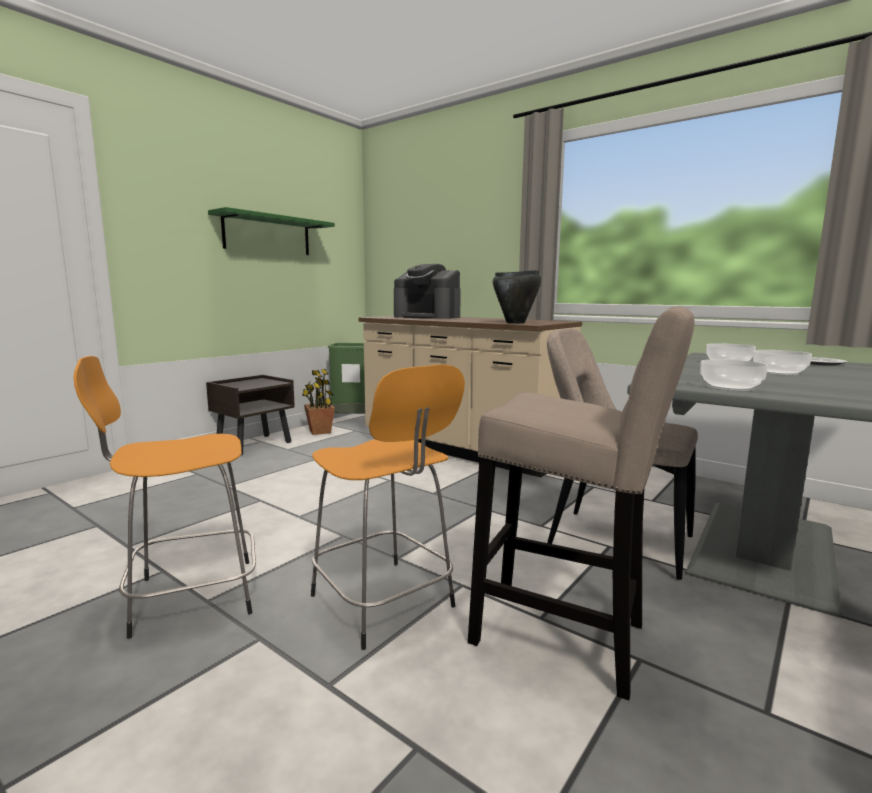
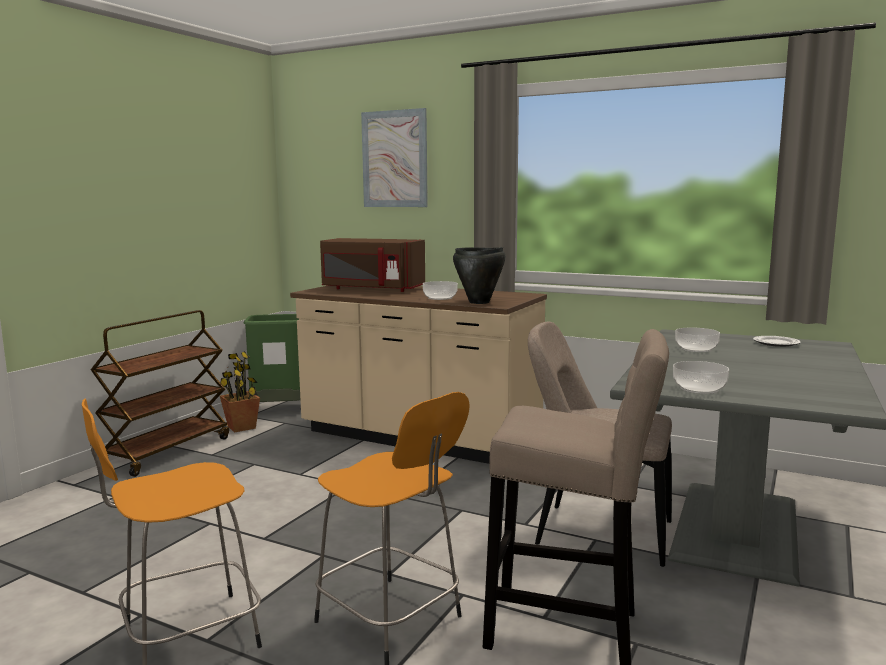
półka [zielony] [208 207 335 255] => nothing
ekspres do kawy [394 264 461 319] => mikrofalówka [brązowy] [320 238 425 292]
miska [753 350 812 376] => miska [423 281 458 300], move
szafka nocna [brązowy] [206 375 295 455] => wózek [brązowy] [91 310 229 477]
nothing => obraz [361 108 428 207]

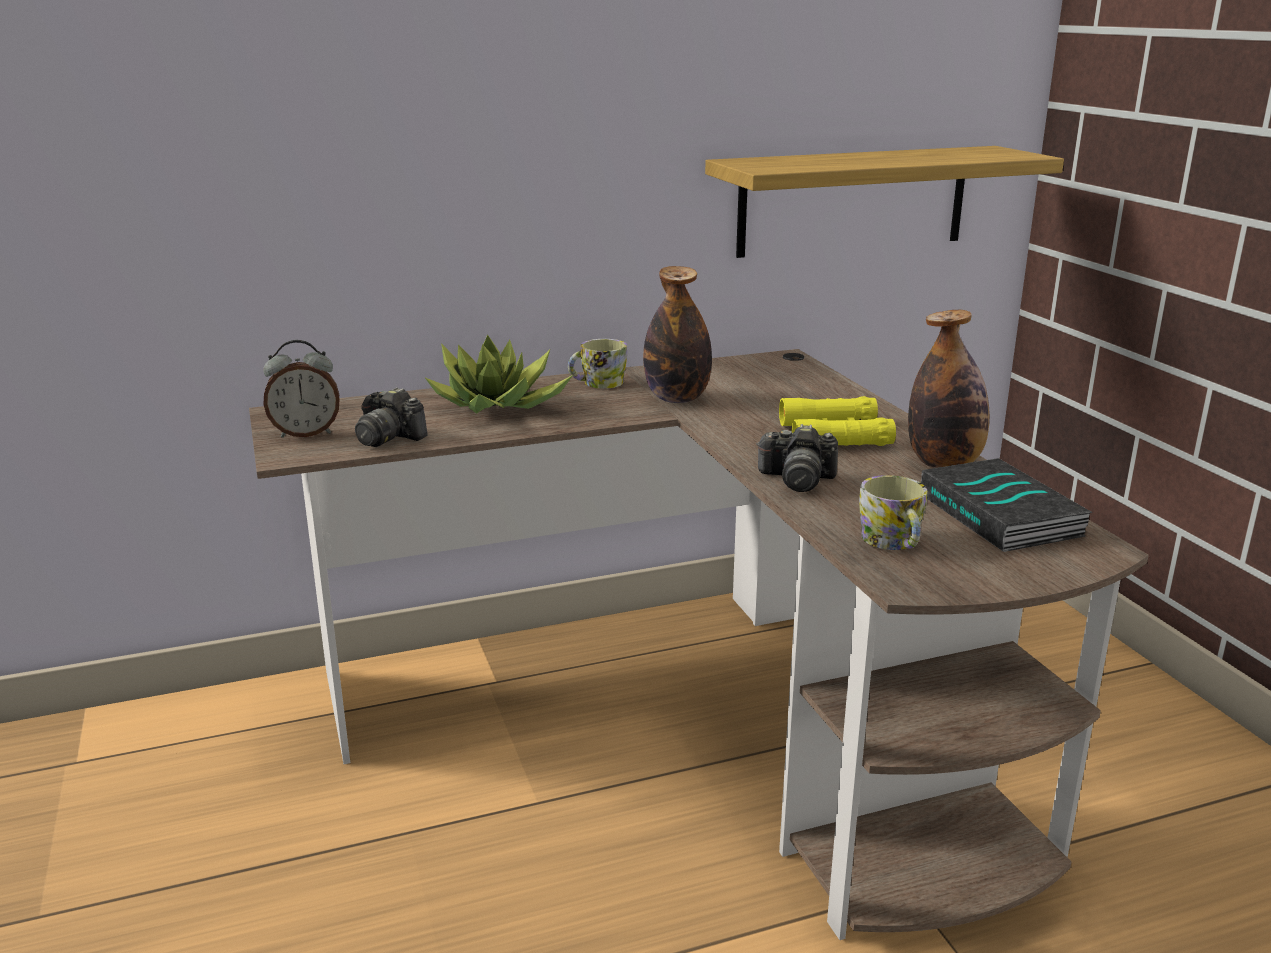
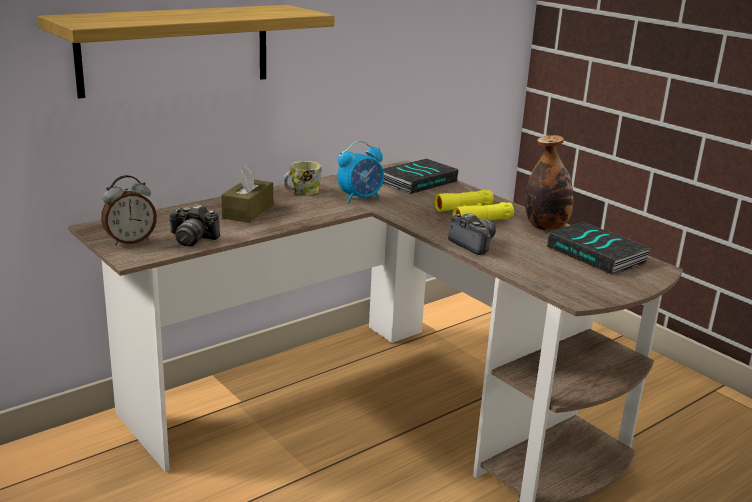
półka [705 146 1064 258] => półka [38 5 335 98], move
butelka [643 266 712 403] => budzik [337 141 384 203]
roślina doniczkowa [425 335 574 414] => pudełko chusteczek [brązowy] [221 165 273 223]
aparat fotograficzny [756 424 838 492] => aparat fotograficzny [448 213 496 255], 120 degrees counterclockwise
kubek [859 475 927 550] => nothing
nothing => książka [383 158 458 194]

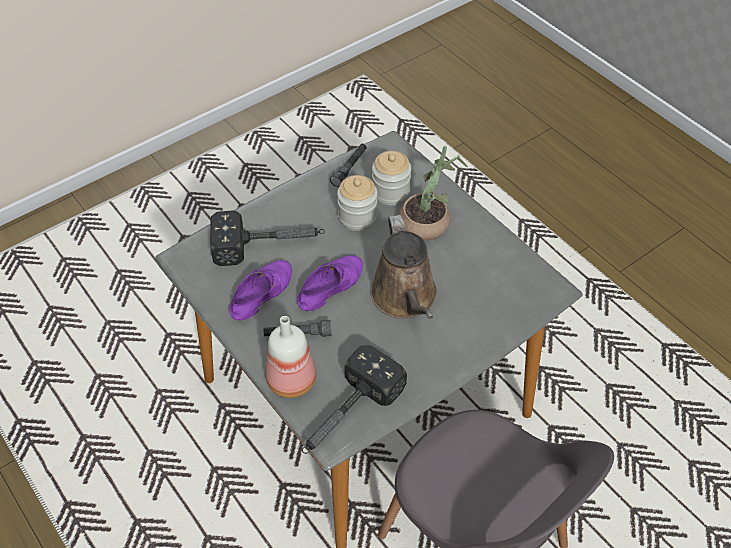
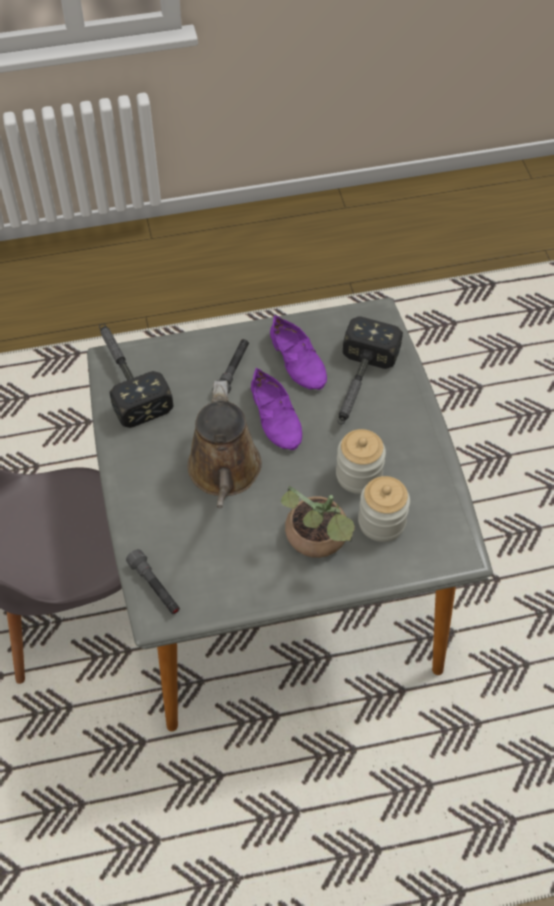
latarka [szary] [330 144 367 187] => latarka [szary] [126 549 180 614], move
konewka [brązowy] [371 215 437 319] => konewka [brązowy] [188 380 262 508], 105 degrees counterclockwise
butelka [265 316 316 398] => nothing

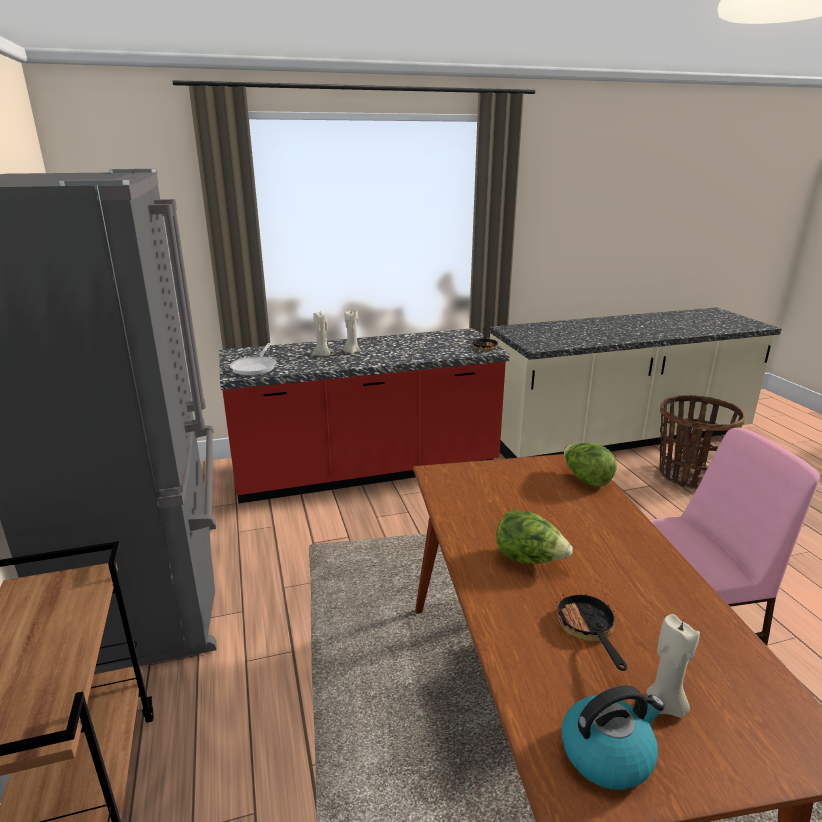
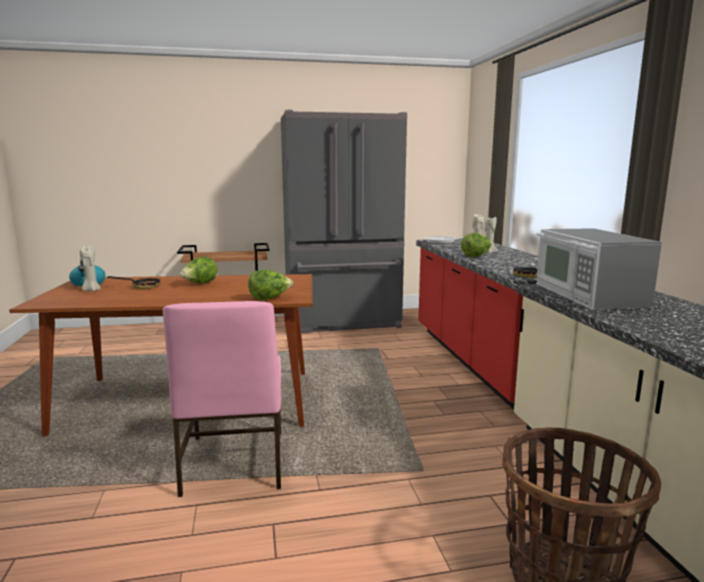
nothing => mikrofalówka [536 228 662 310]
nothing => sałata [461 233 492 257]

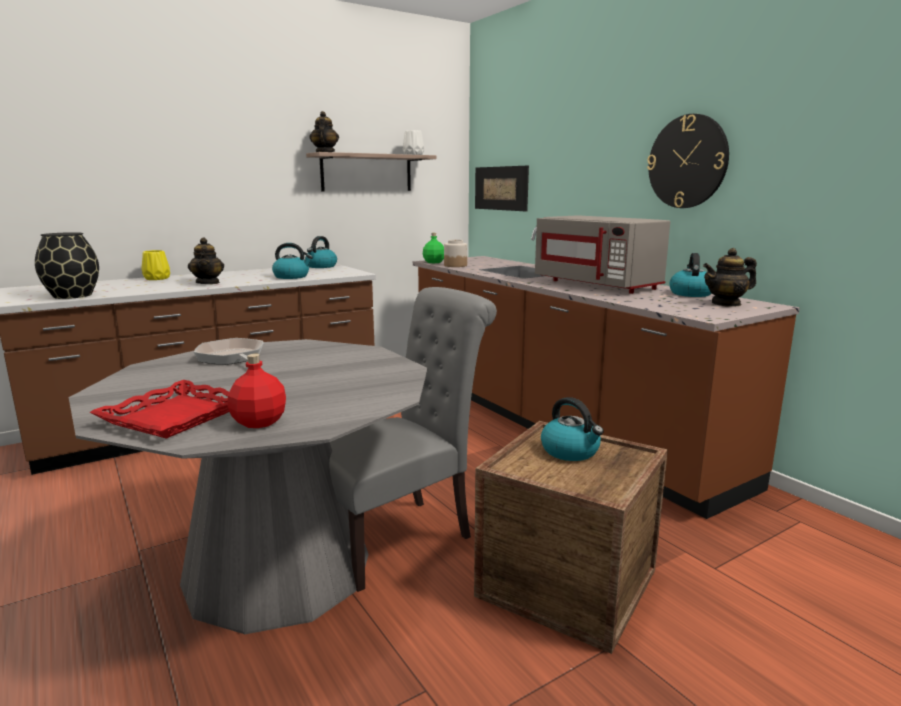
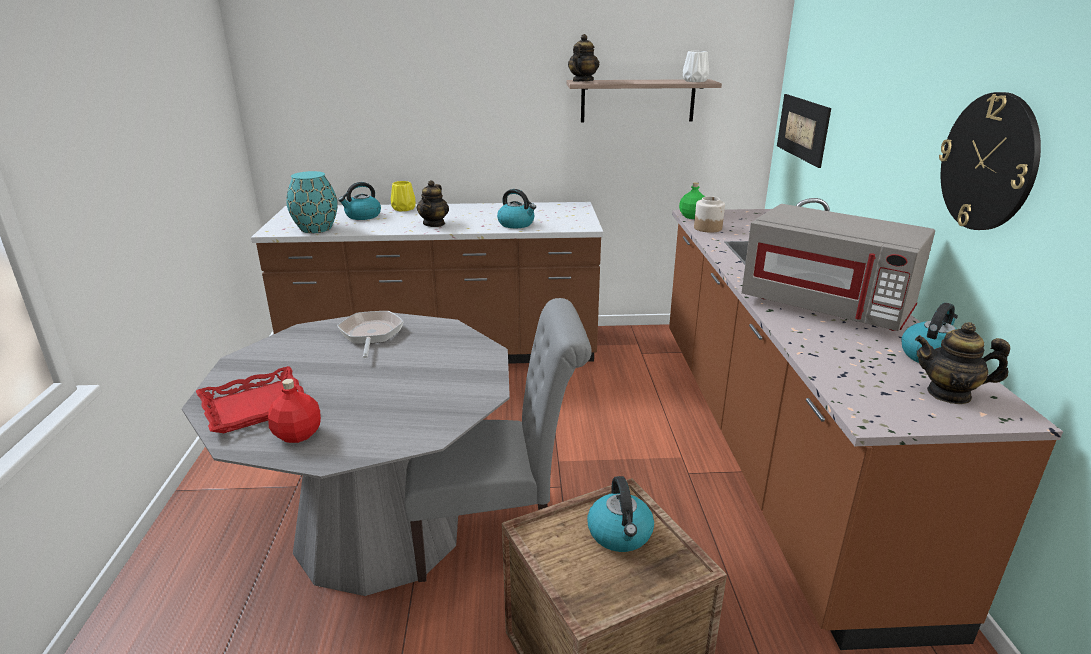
mikrofalówka [szary] [535 215 670 294] => mikrofalówka [szary] [741 204 935 331], 45 degrees counterclockwise
wazon [czarny] [35 232 99 299] => wazon [turkusowy] [286 171 338 233]
czajnik [305 236 337 268] => czajnik [338 182 381 220], move

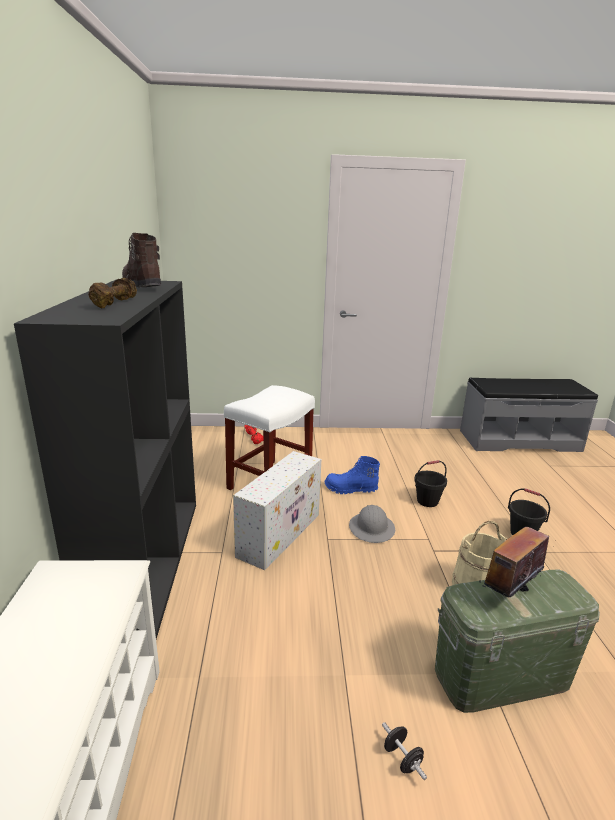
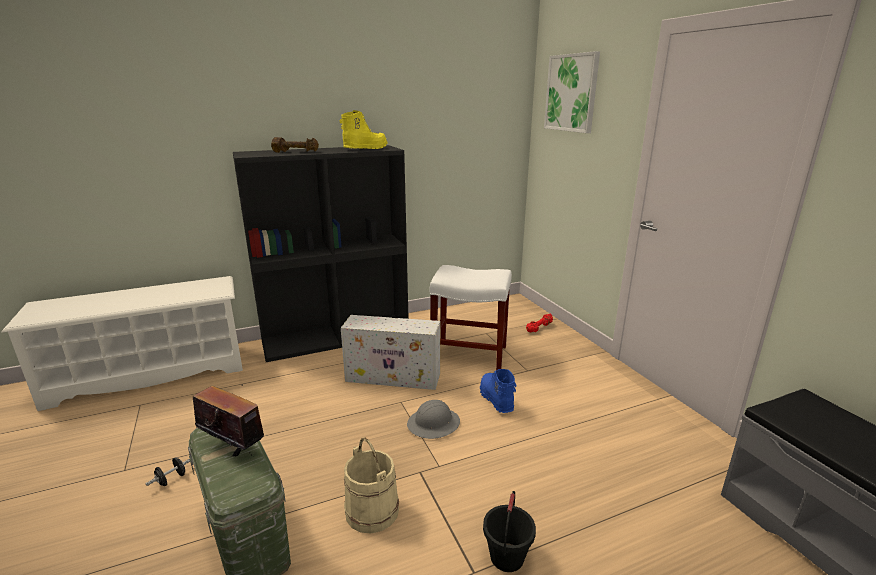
but z cholewką [brązowy] [122 233 161 287] => but z cholewką [żółty] [340 110 387 149]
wiadro [czarny] [414 460 447 507] => nothing
nothing => obraz [544 51 600 133]

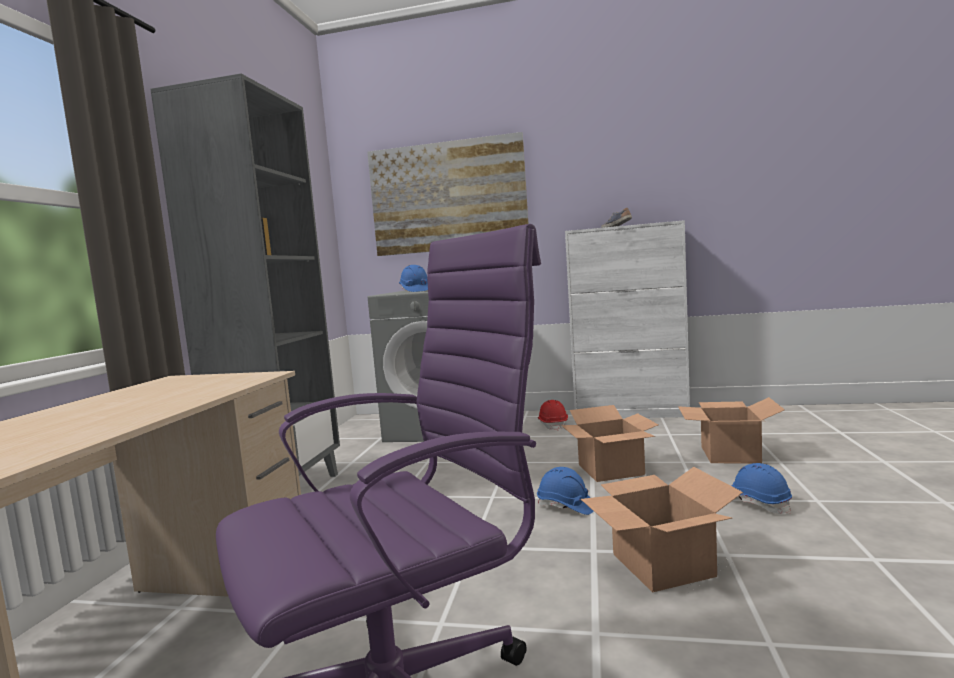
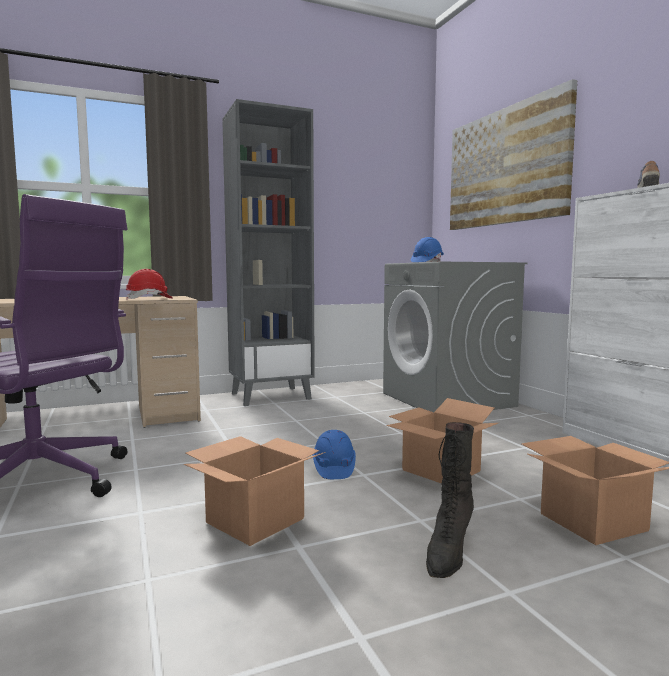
kask [czerwony] [538 400 568 431] => kask [czerwony] [126 269 173 299], move
kask [niebieski] [731 463 792 514] => but z cholewką [czarny] [426 422 474 578]

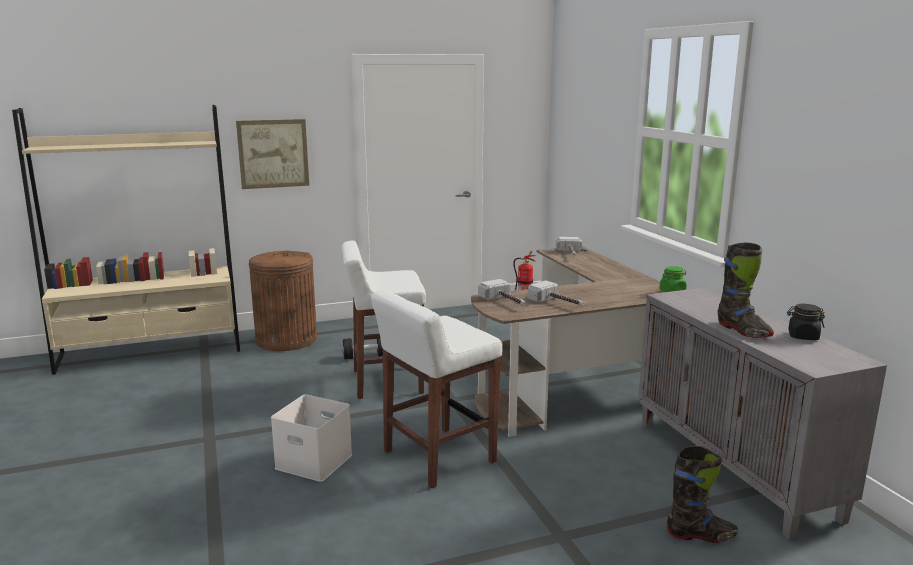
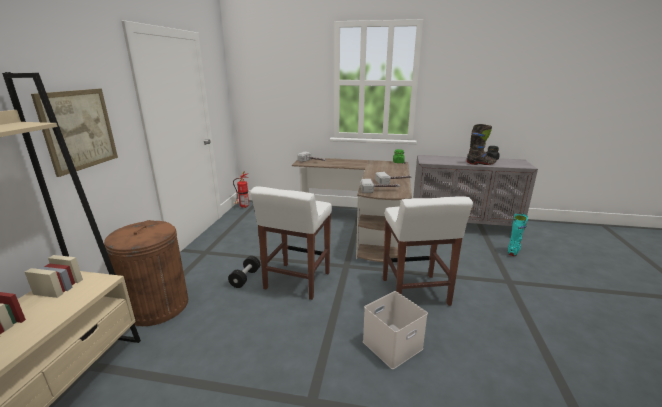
but z cholewką [czarny] [666 446 738 543] => but z cholewką [turkusowy] [508 214 528 256]

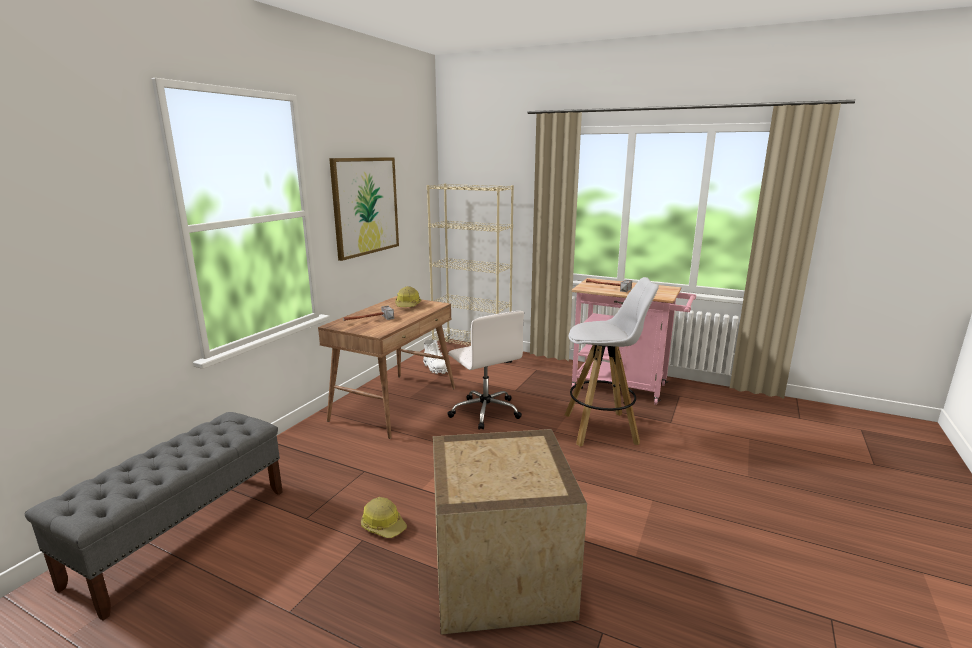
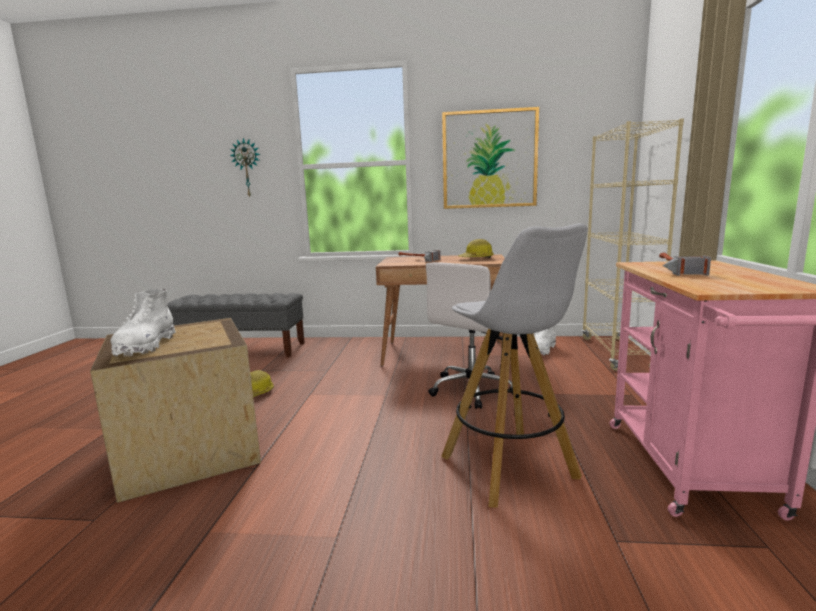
nothing => zegar ścienny [230 138 260 198]
nothing => but z cholewką [biały] [110 289 176 357]

